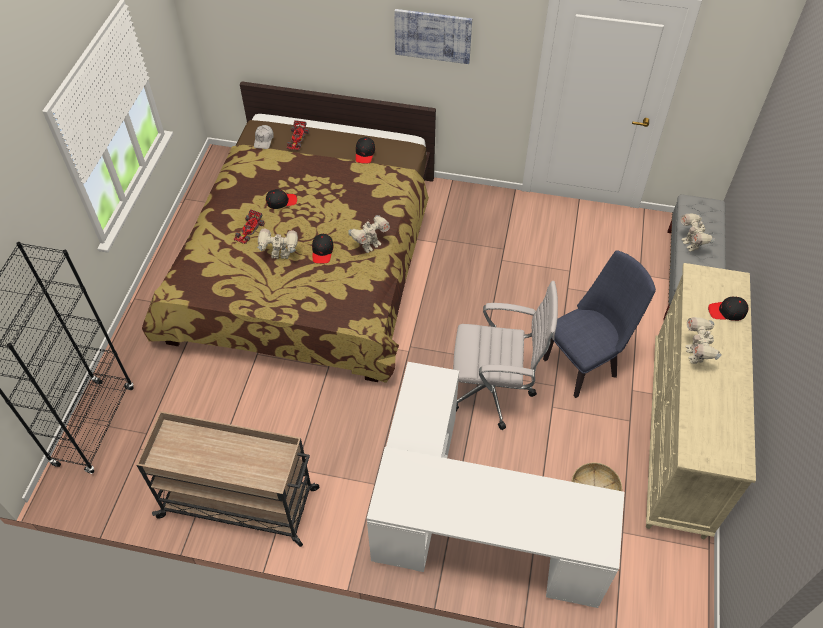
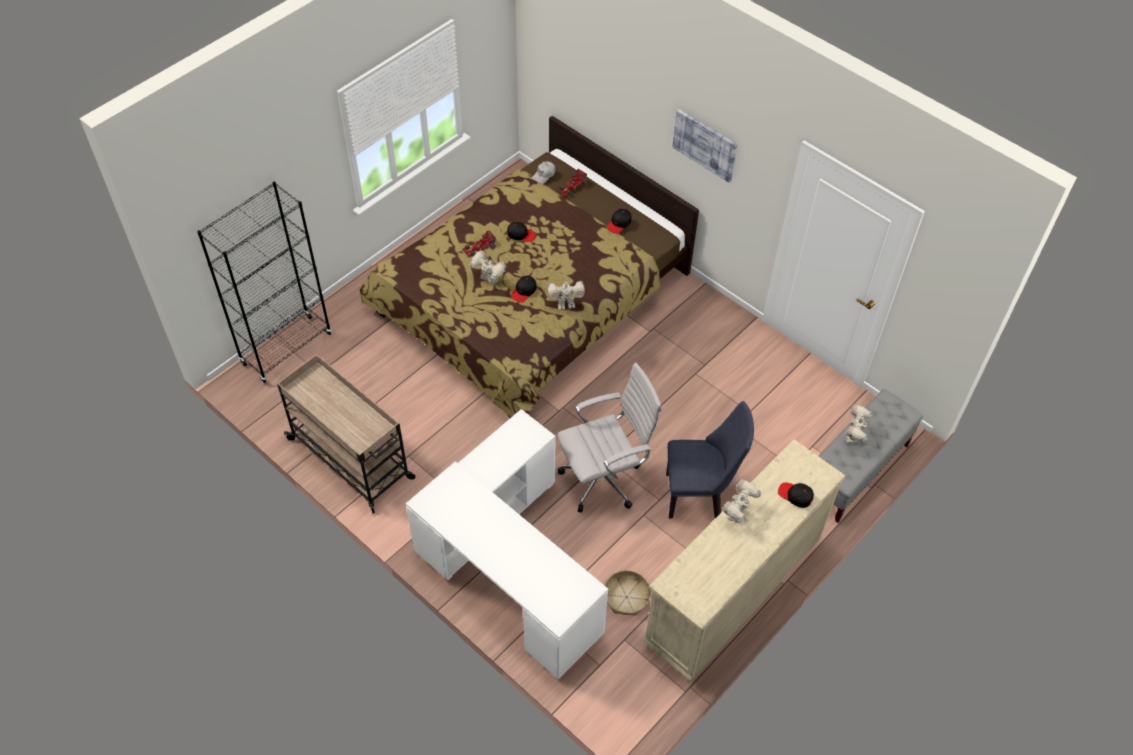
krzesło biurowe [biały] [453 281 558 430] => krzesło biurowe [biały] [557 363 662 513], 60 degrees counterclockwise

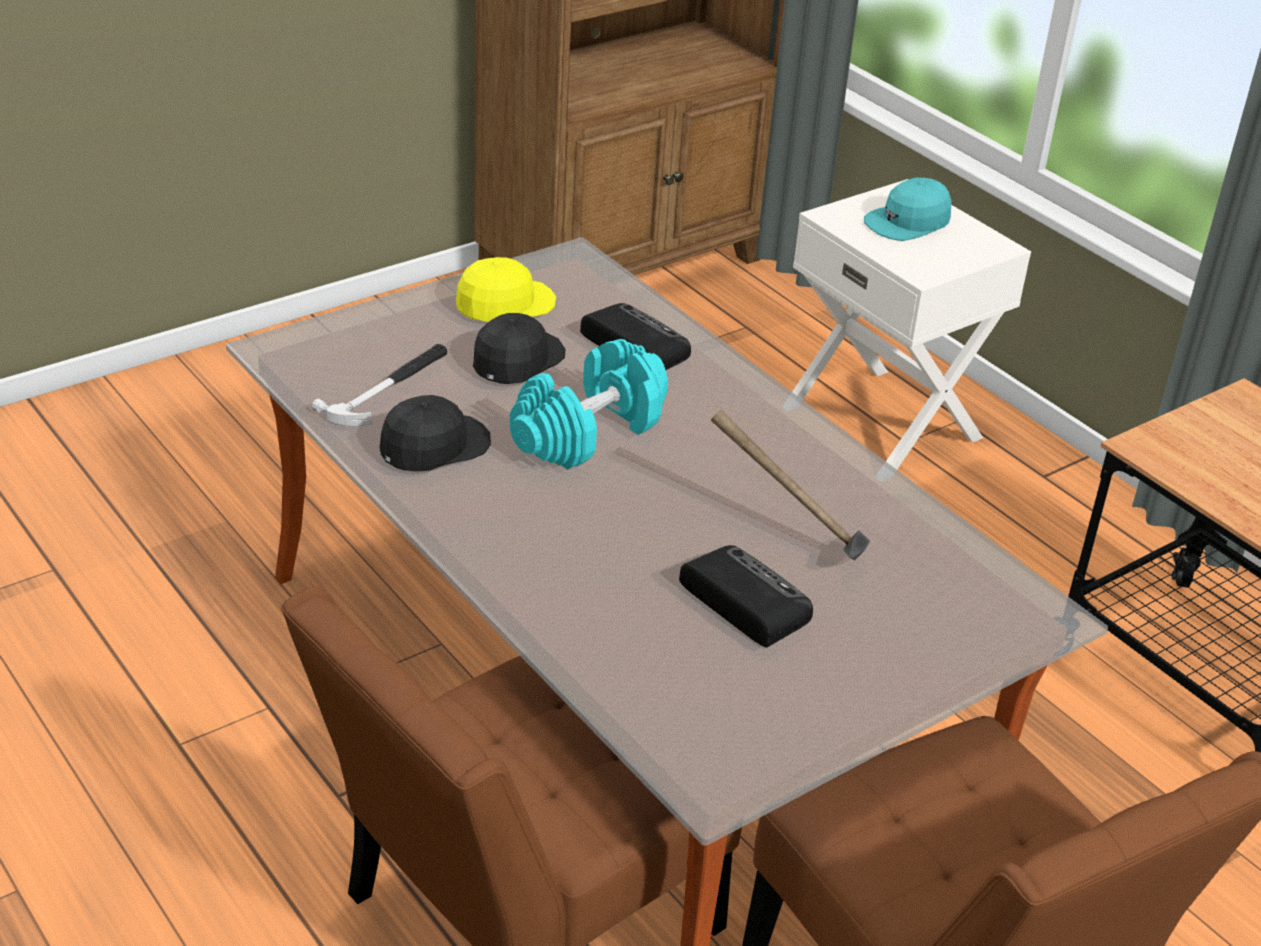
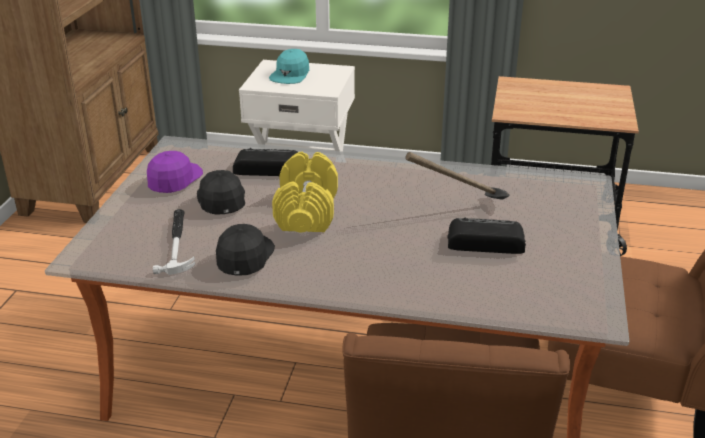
czapka z daszkiem [żółty] [456 257 556 321] => czapka z daszkiem [fioletowy] [147 151 203 193]
hantel [turkusowy] [510 339 668 469] => hantel [żółty] [272 152 338 233]

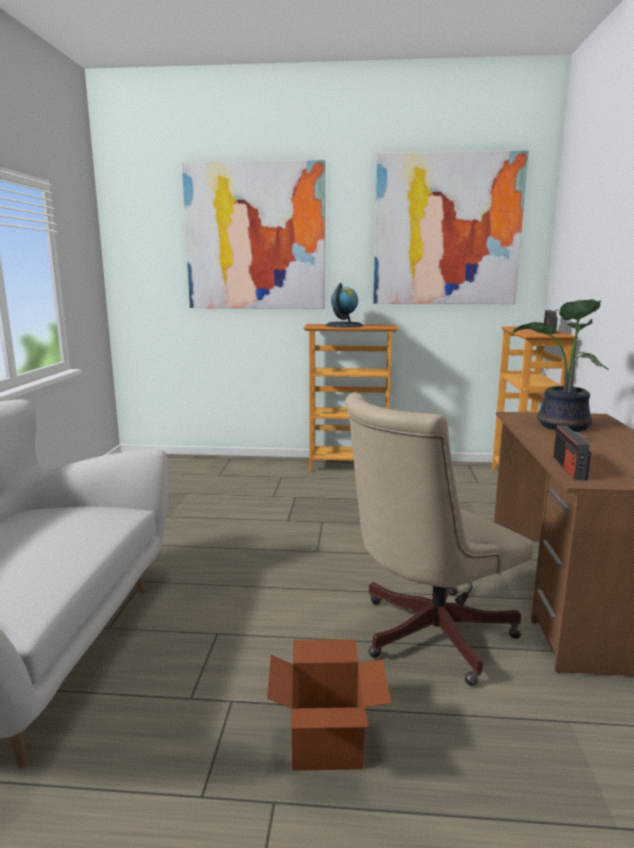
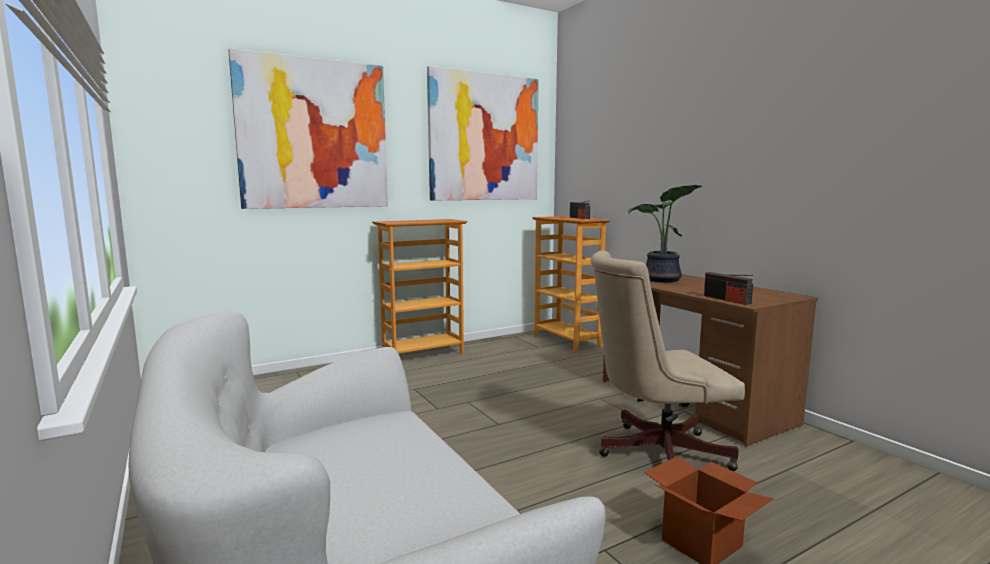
globus [326 283 363 327] => nothing
krzesło biurowe [beżowy] [345 393 533 686] => krzesło biurowe [beżowy] [591 250 745 471], 60 degrees clockwise

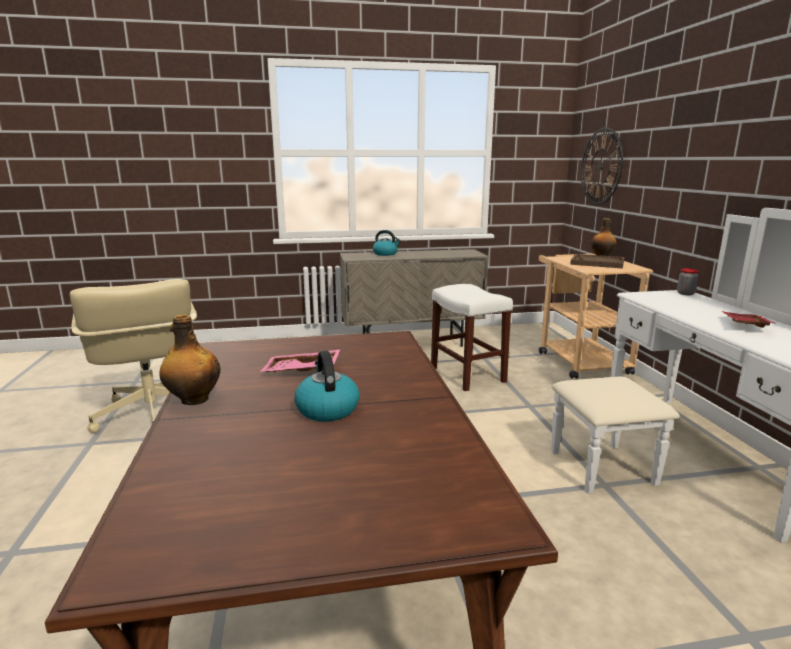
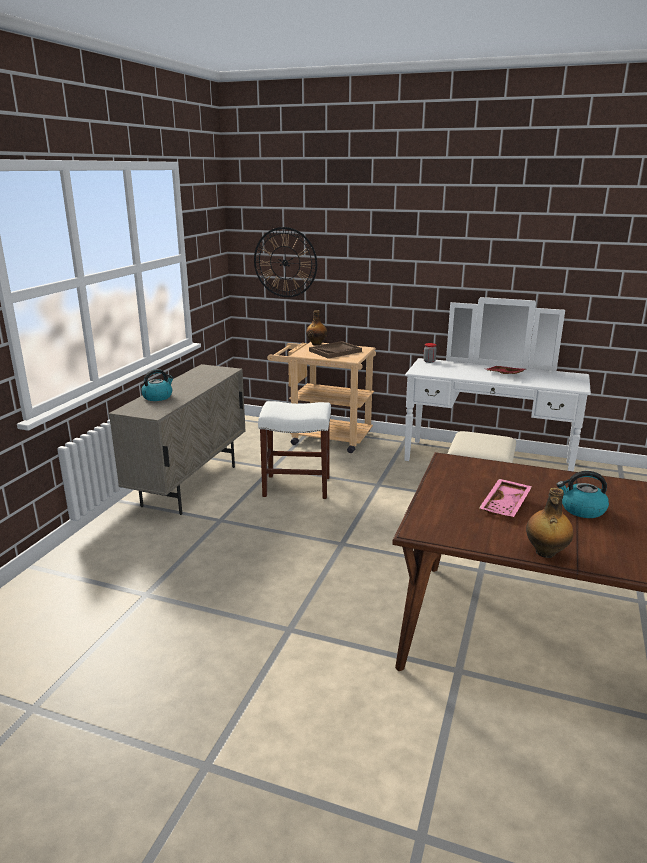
krzesło biurowe [beżowy] [70 279 197 433] => nothing

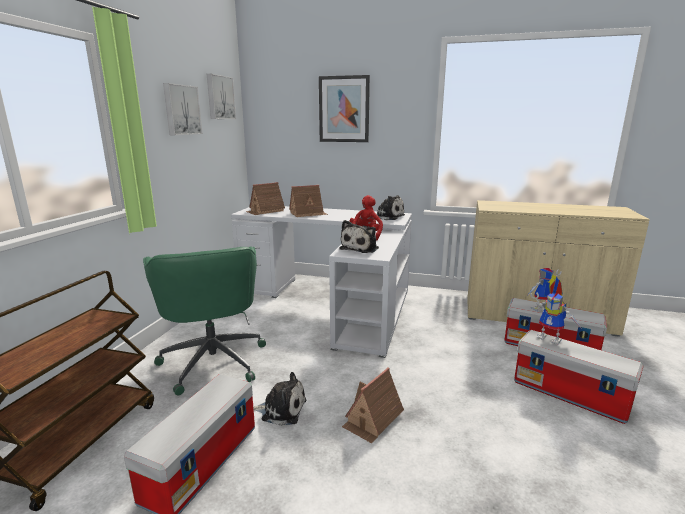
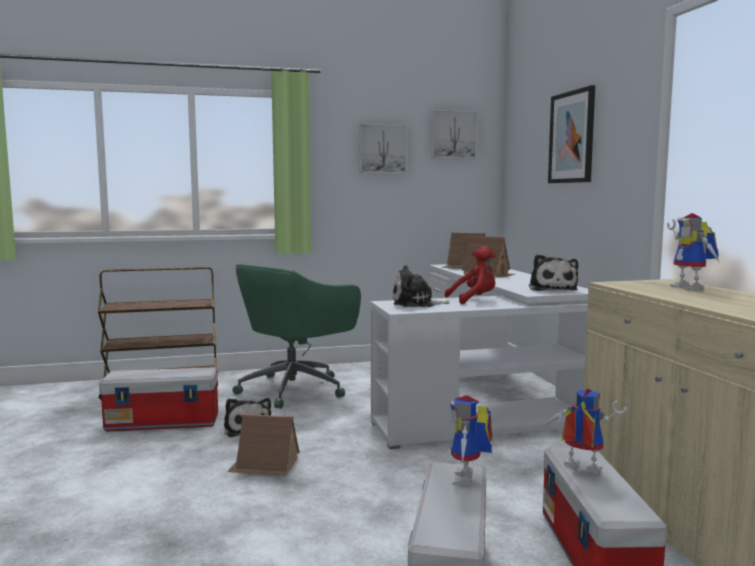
nothing => robot zabawkowy [667 213 720 290]

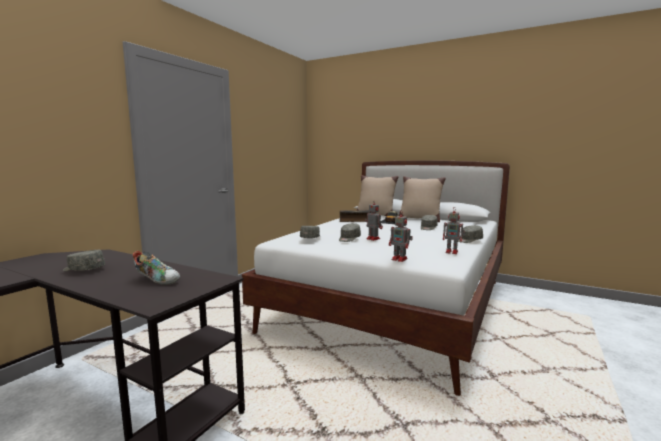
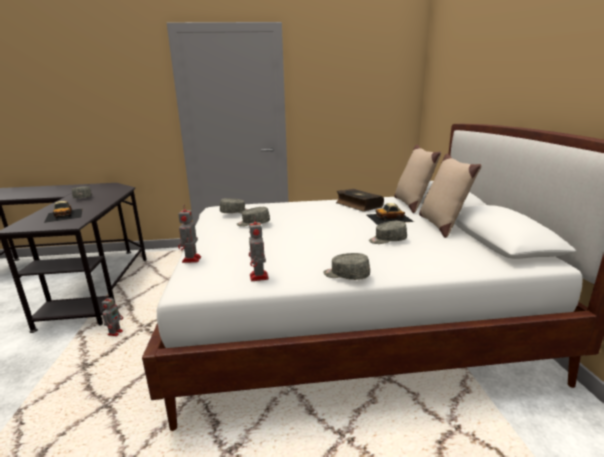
robot zabawkowy [365 200 383 241] => robot zabawkowy [102 295 123 336], move
but [133 251 180 285] => samochodzik [44 201 83 223]

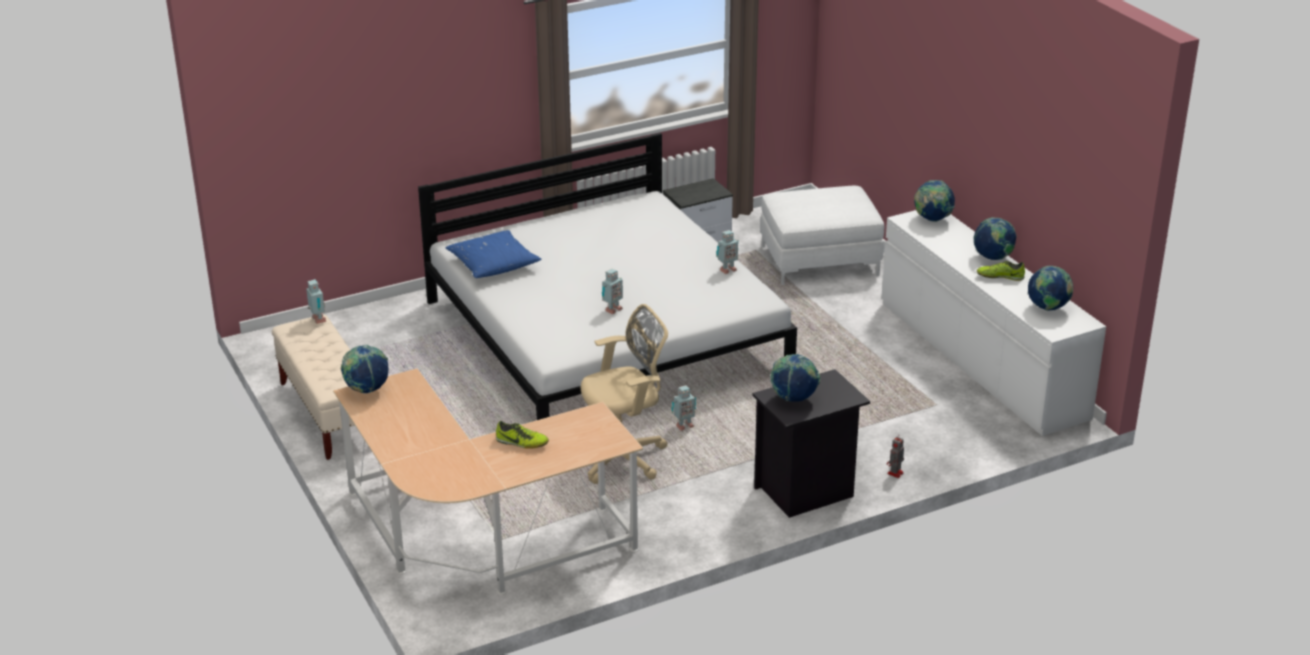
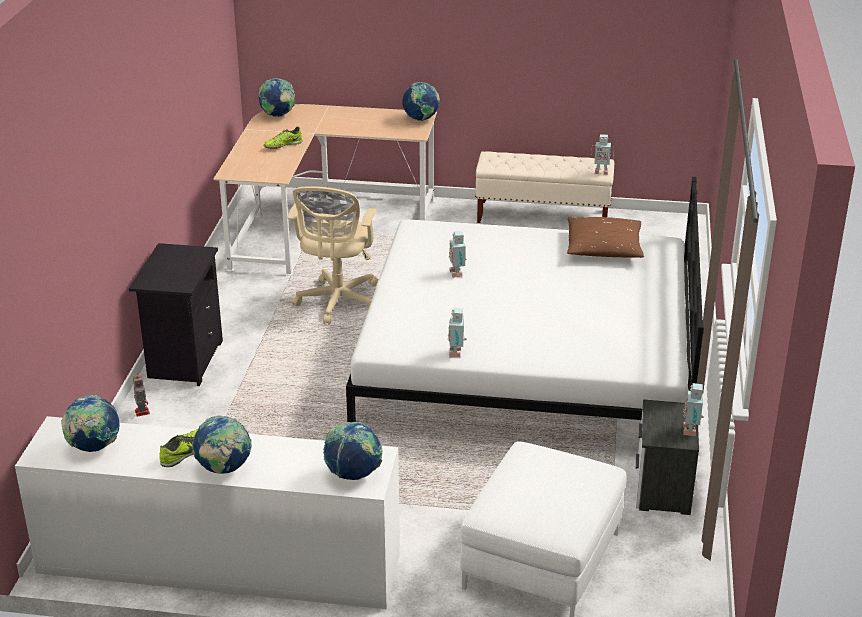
poduszka [niebieski] [446 230 541 278] => poduszka [brązowy] [567 217 644 258]
globus [771 354 820 402] => globus [258 78 295 117], move
robot zabawkowy [671 385 696 431] => robot zabawkowy [683 383 704 436], move

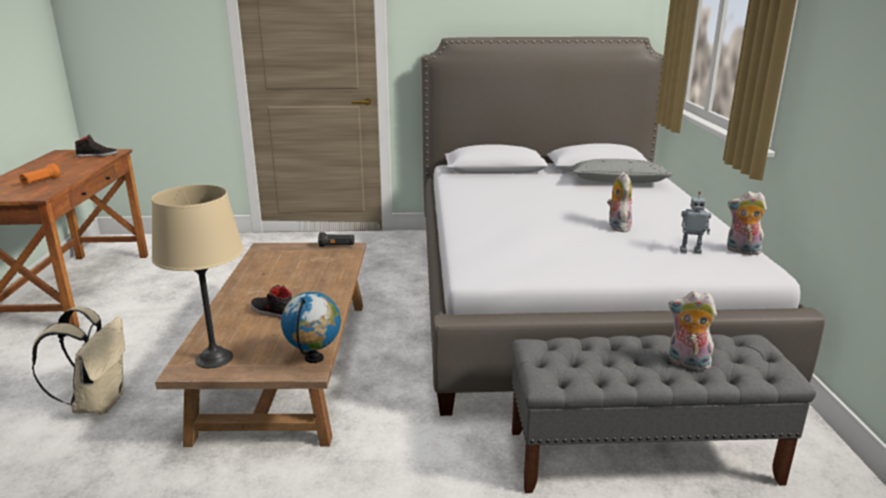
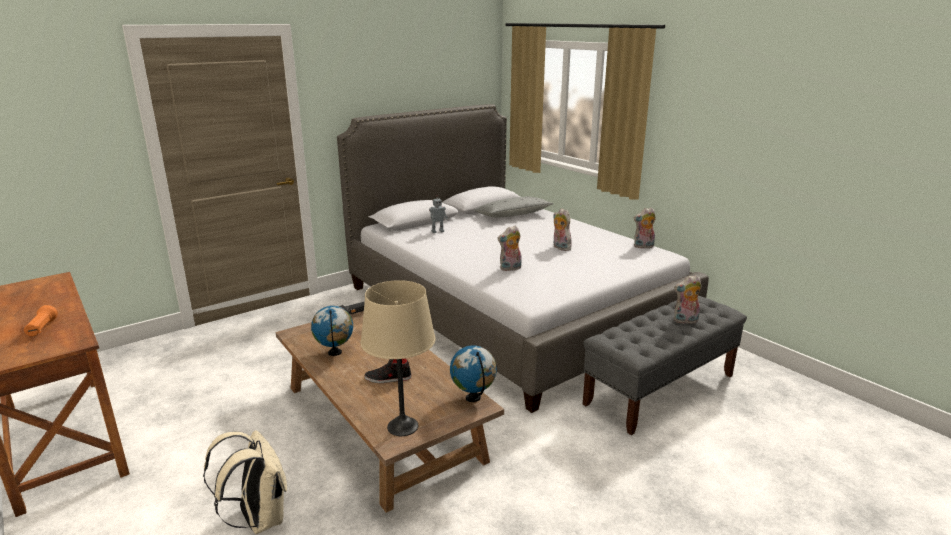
but [czarny] [75 134 118 157] => nothing
robot zabawkowy [680 191 711 254] => robot zabawkowy [429 195 448 233], move
nothing => pluszak [498 226 522 271]
nothing => globus [311 306 353 356]

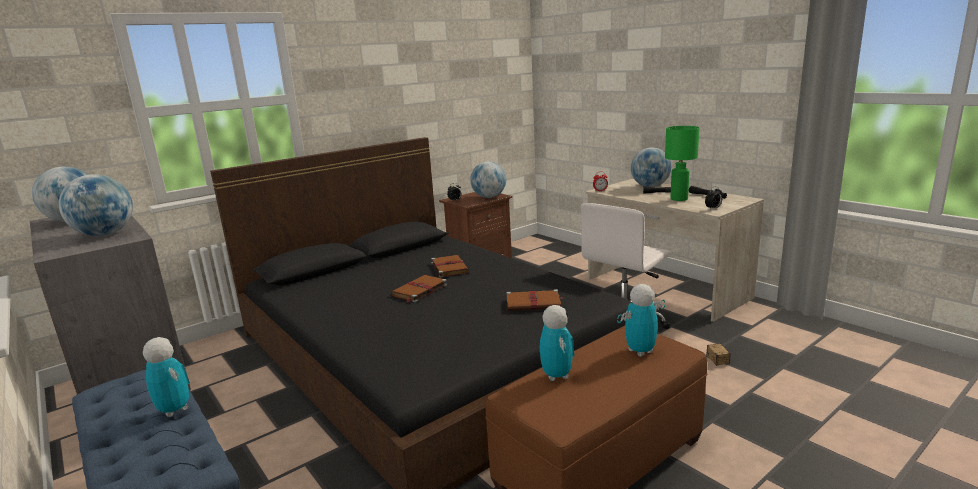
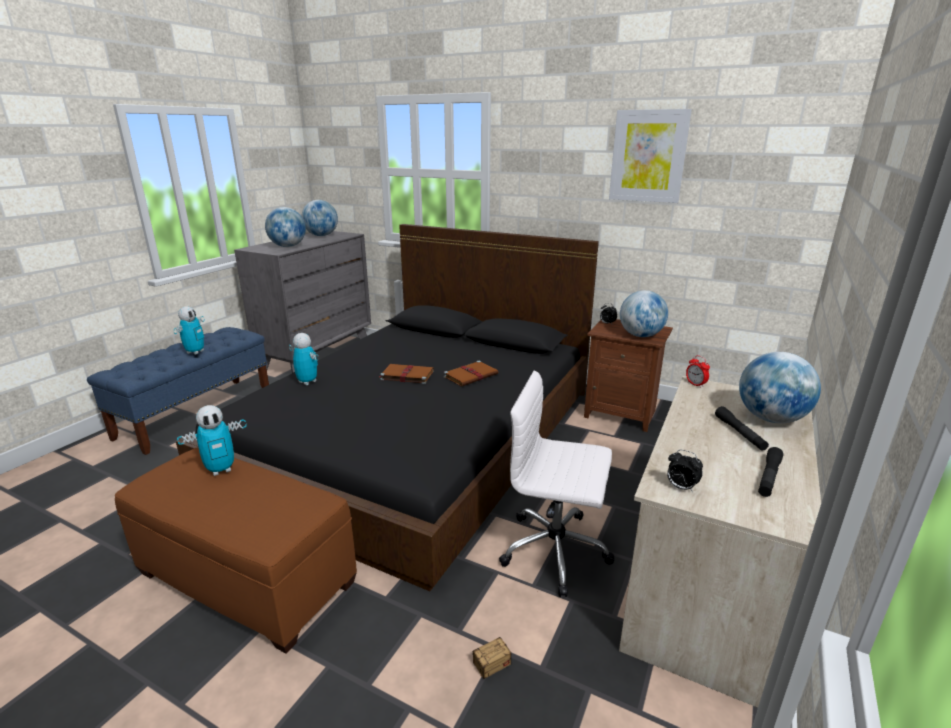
lampa stołowa [zielony] [665 126 699 201] => nothing
robot zabawkowy [617 284 665 356] => robot zabawkowy [289 333 319 385], move
książka [brązowy] [506 289 563 311] => nothing
nothing => obraz [609 109 692 203]

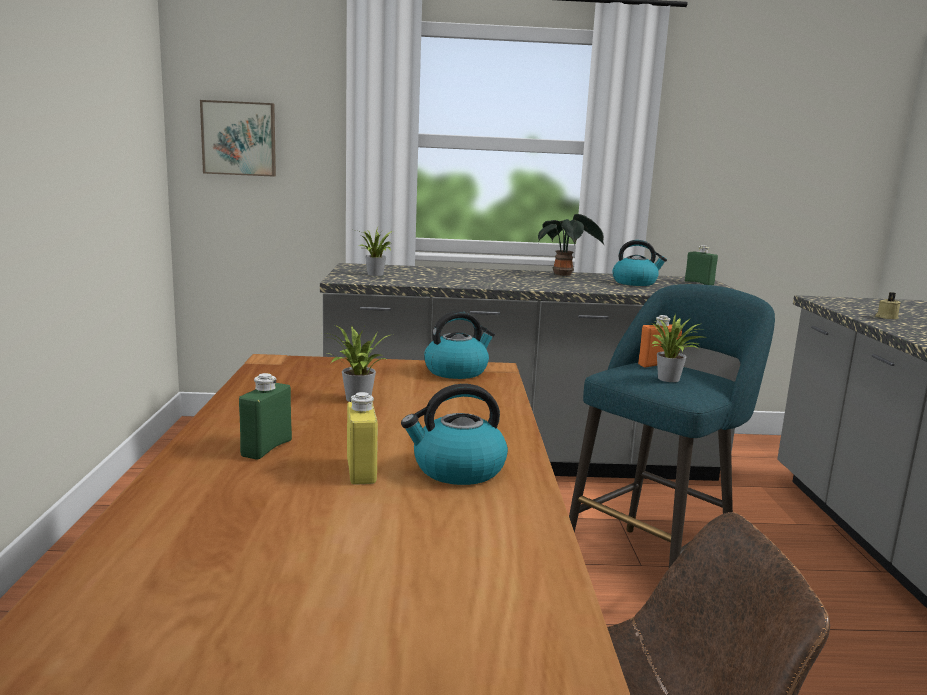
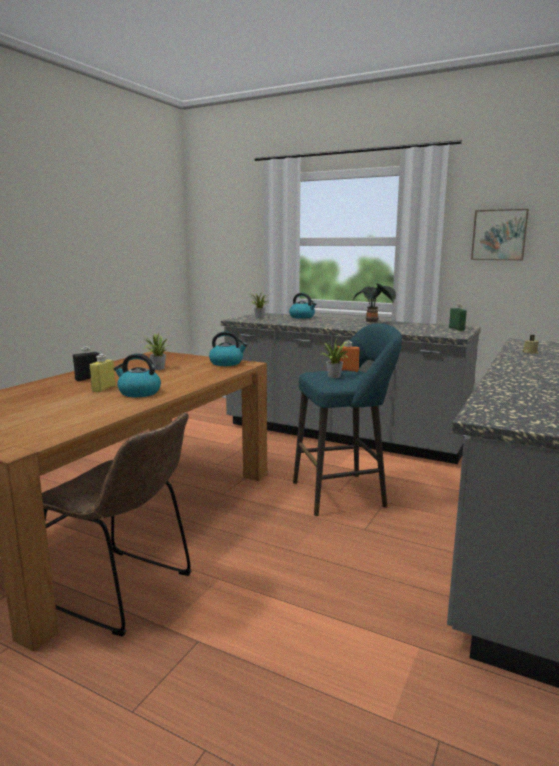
obraz [200 100 276 177] => obraz [471 209 529 260], move
czajnik [612 240 667 286] => czajnik [289 293 316 319], move
butelka [zielony] [239 373 292 460] => butelka [czarny] [73 346 100 381]

